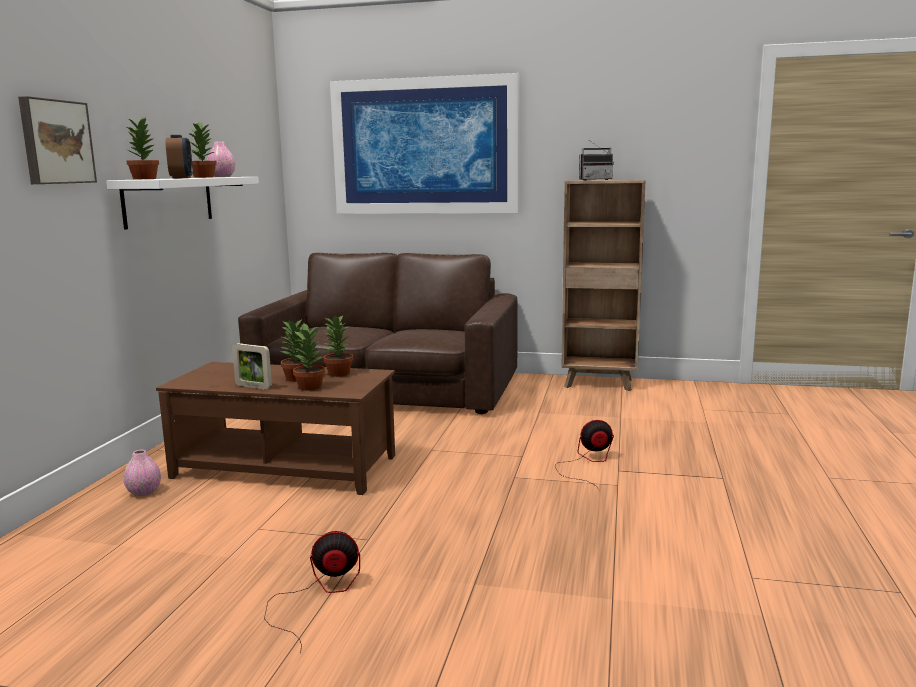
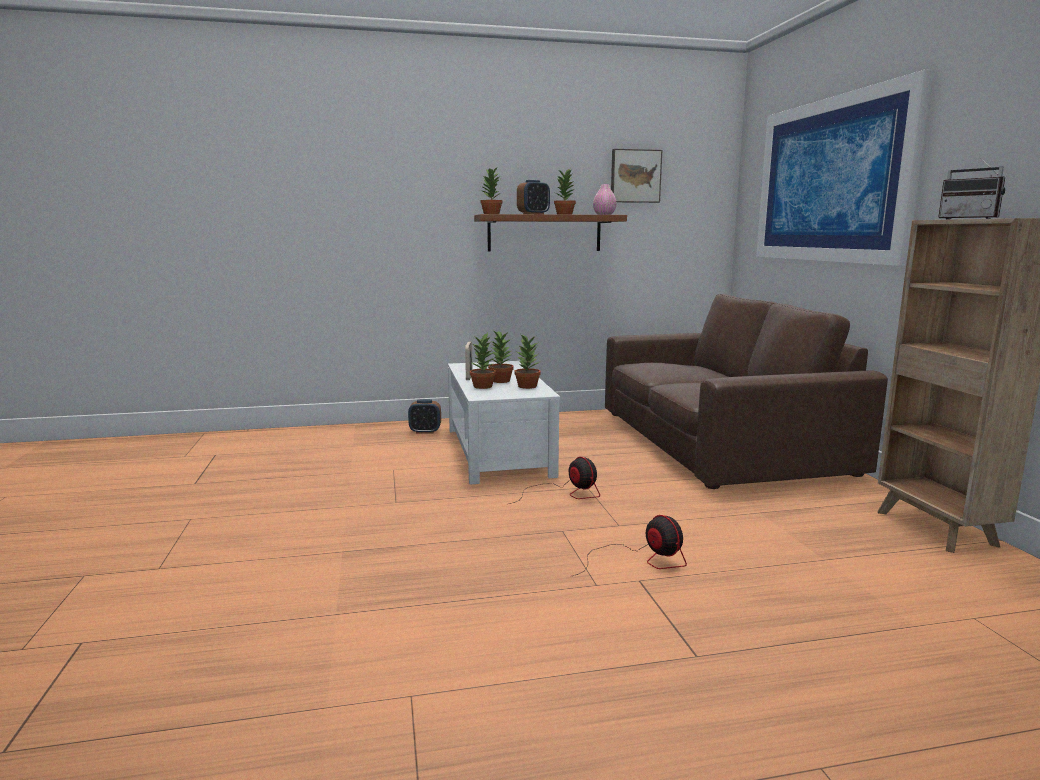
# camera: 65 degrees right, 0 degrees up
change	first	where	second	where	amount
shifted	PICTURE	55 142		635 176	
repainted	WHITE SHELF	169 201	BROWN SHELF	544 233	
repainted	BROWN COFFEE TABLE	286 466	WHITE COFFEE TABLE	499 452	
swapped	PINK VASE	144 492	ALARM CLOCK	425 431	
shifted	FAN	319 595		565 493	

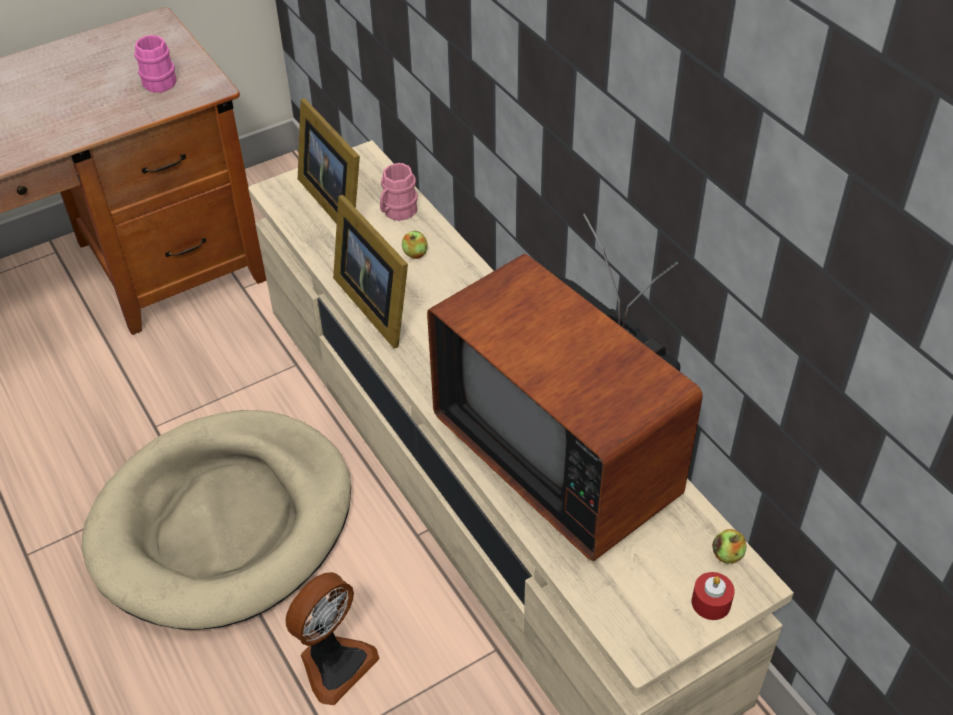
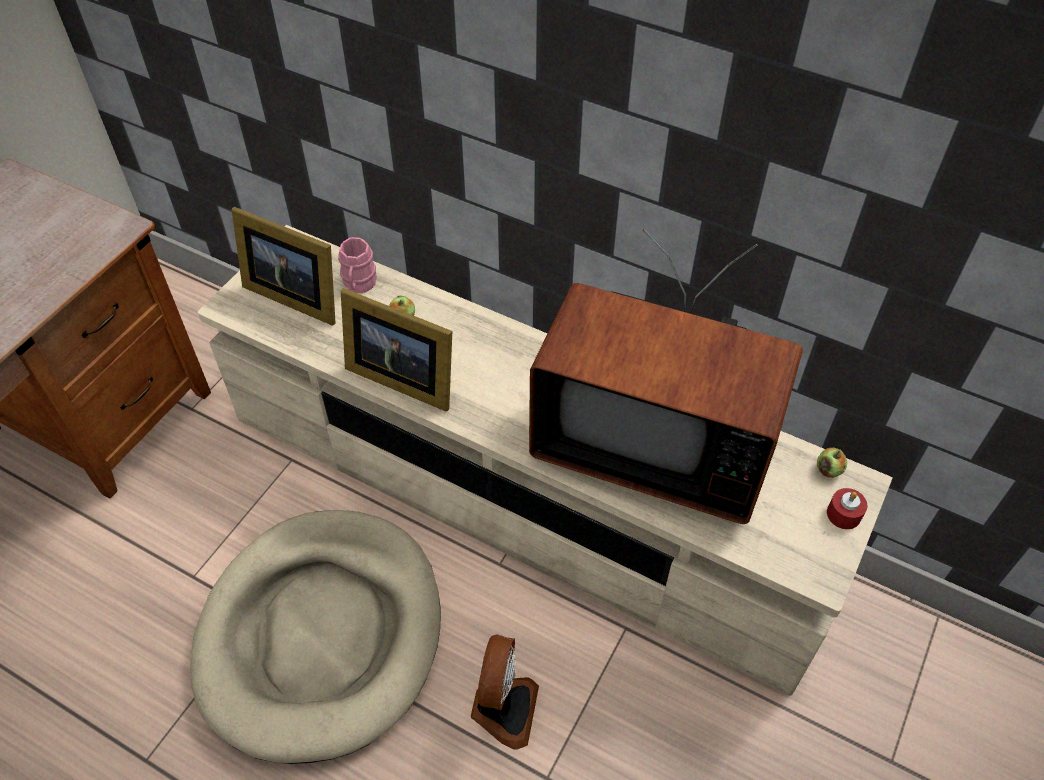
# camera: 30 degrees left, 5 degrees up
change	first	where	second	where	amount
gone	PINK MUG	161 79			

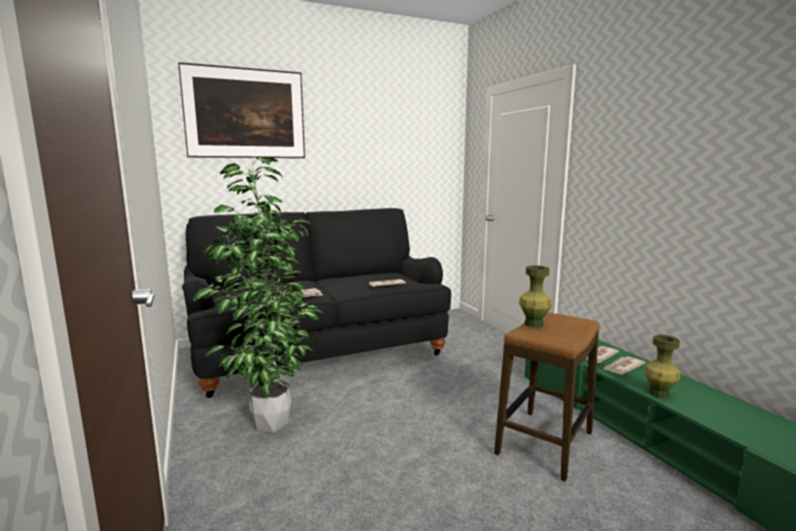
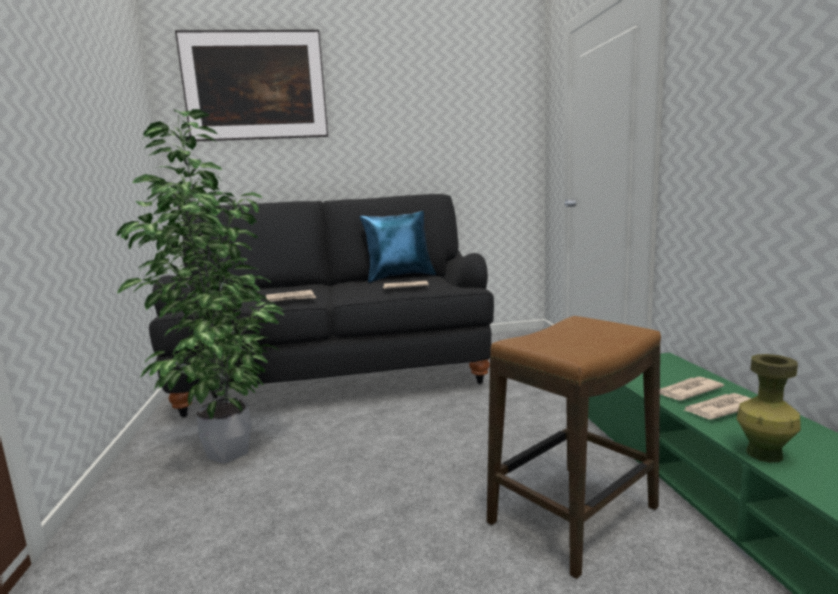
# camera: 15 degrees right, 0 degrees up
change	first	where	second	where	amount
gone	GREEN VASE	533 324			
new			BLUE PILLOW	399 277	

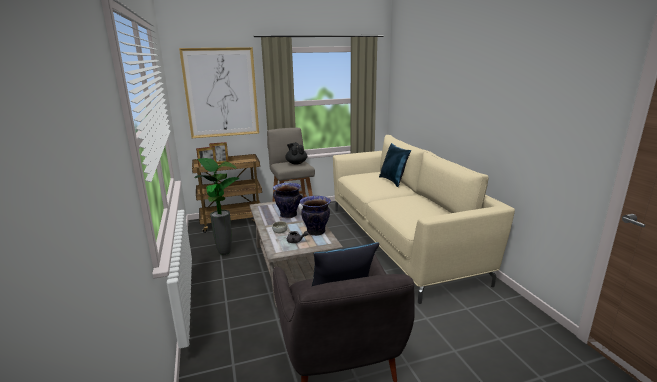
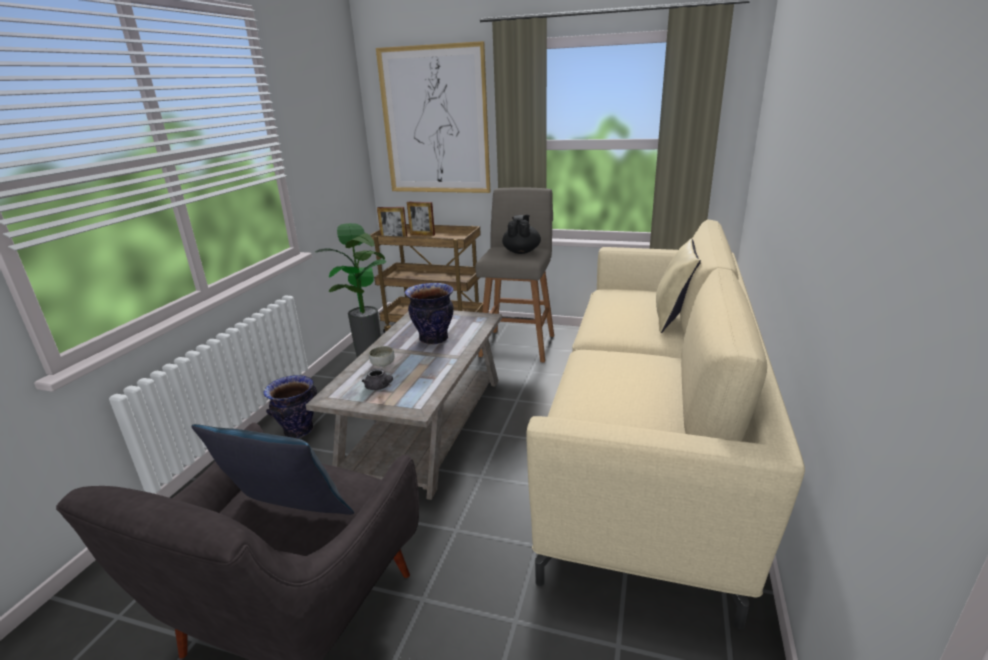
# camera: 35 degrees right, 5 degrees up
change	first	where	second	where	amount
repainted	BLUE PILLOW	393 181	BEIGE PILLOW	673 318	
shifted	VASE	315 232		298 430	

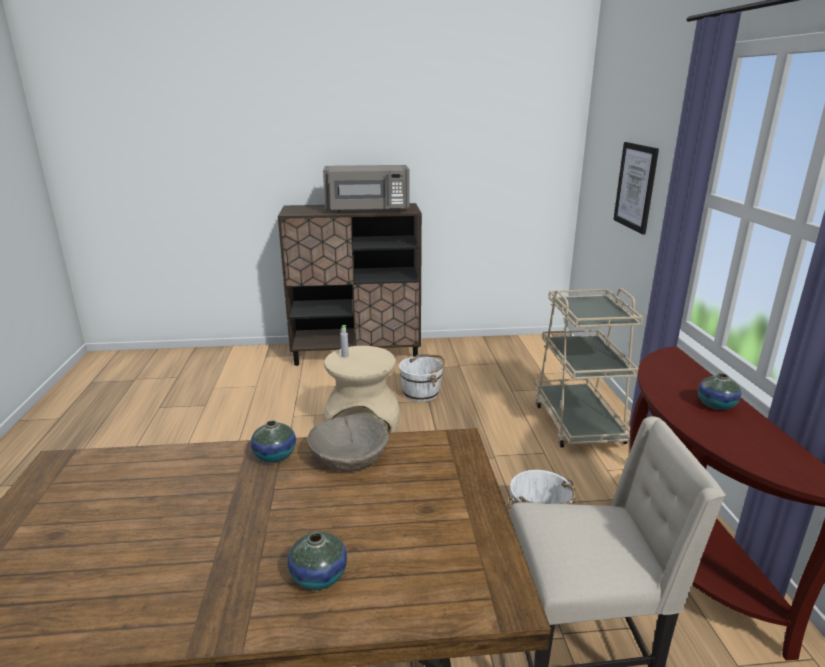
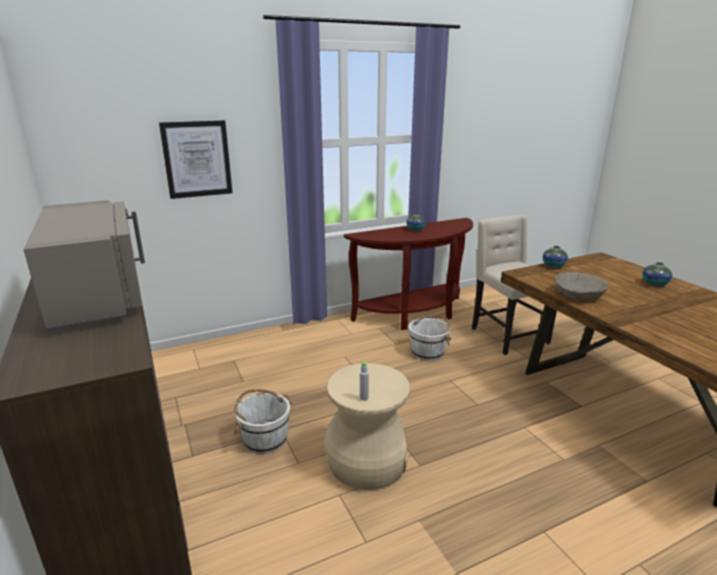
# camera: 110 degrees left, 0 degrees up
change	first	where	second	where	amount
gone	BEIGE CART	578 423			
shifted	VASE	275 456		553 266	

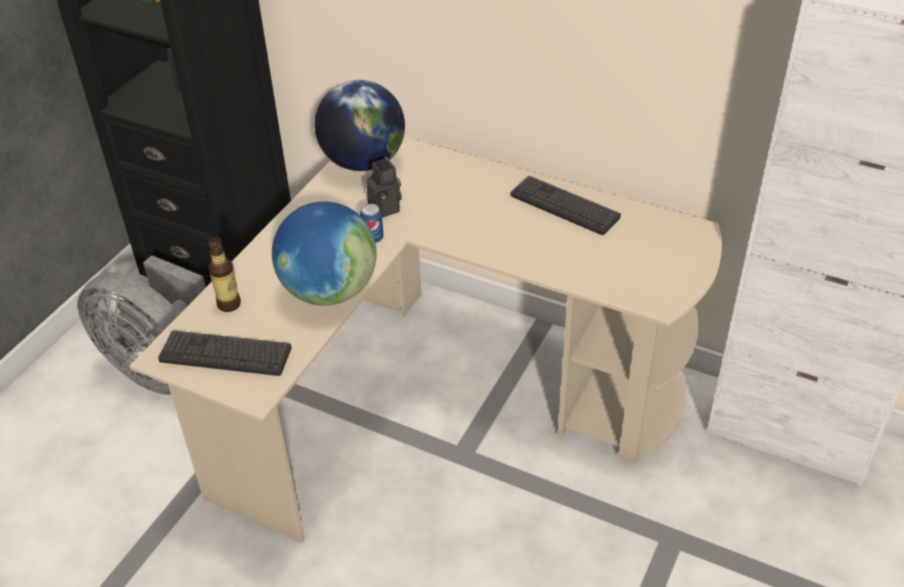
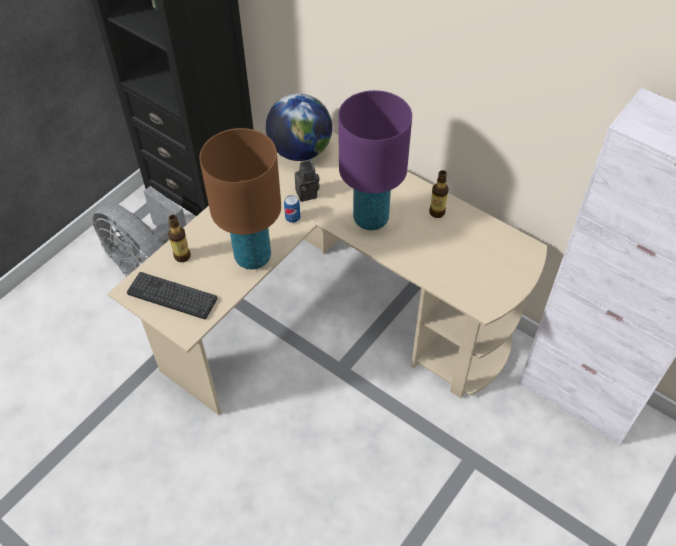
# camera: 10 degrees right, 10 degrees up
change	first	where	second	where	amount
swapped	KEYBOARD	564 206	BOTTLE	437 212	
swapped	GLOBE	329 291	BROWN TABLE LAMP	252 257	
new			PURPLE TABLE LAMP	371 219	

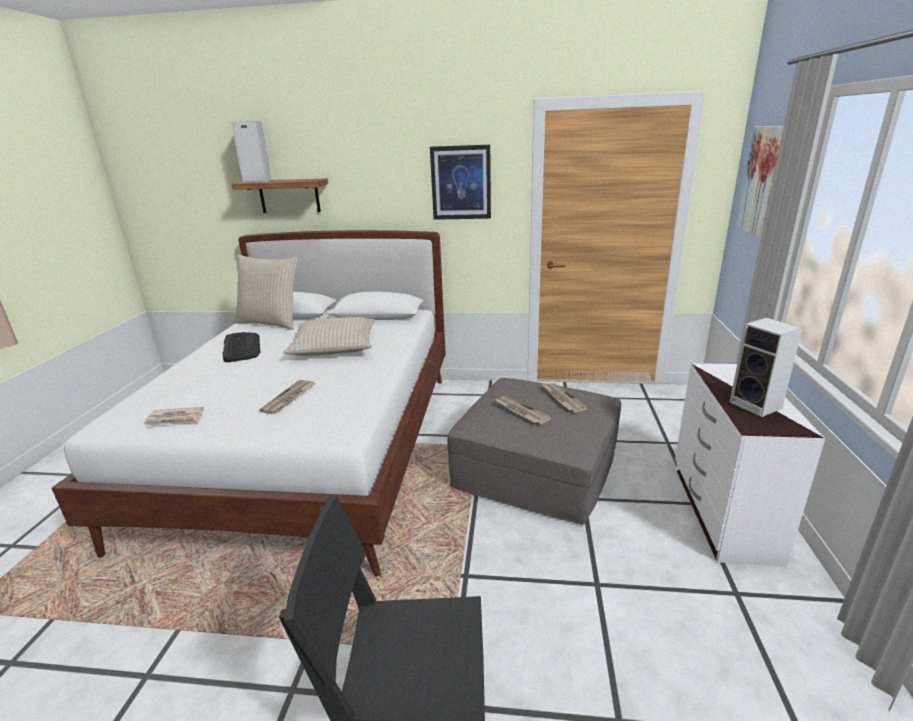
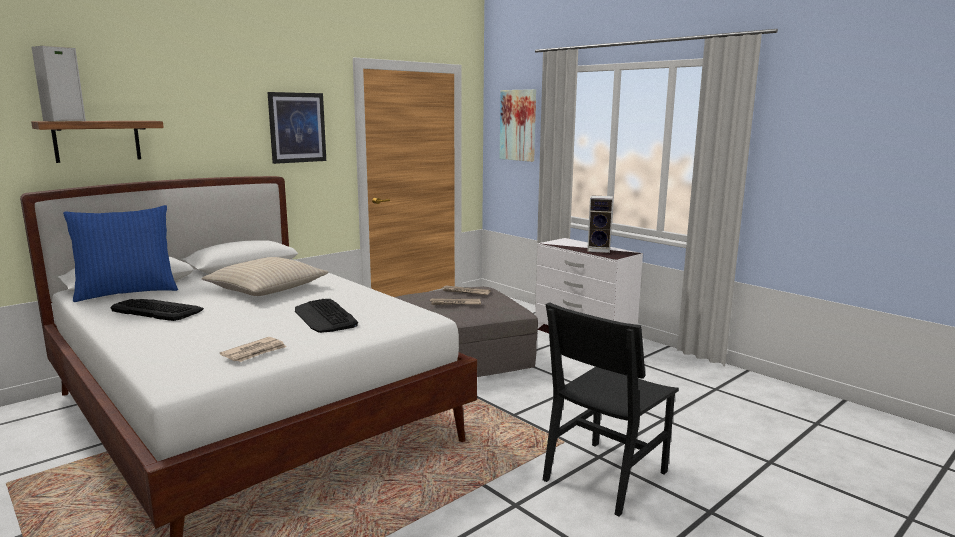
# camera: 50 degrees left, 10 degrees down
change	first	where	second	where	amount
repainted	BEIGE PILLOW	271 322	BLUE PILLOW	127 292	
swapped	NEWSPAPER	289 398	KEYBOARD	325 317	

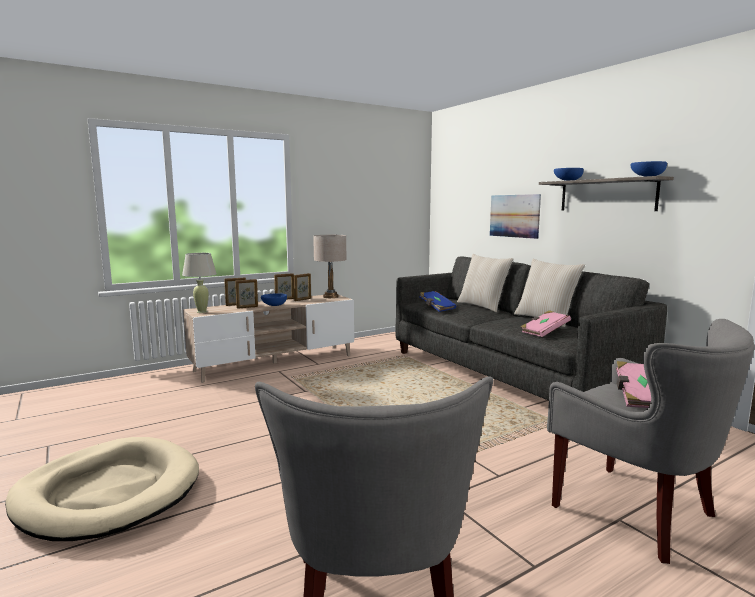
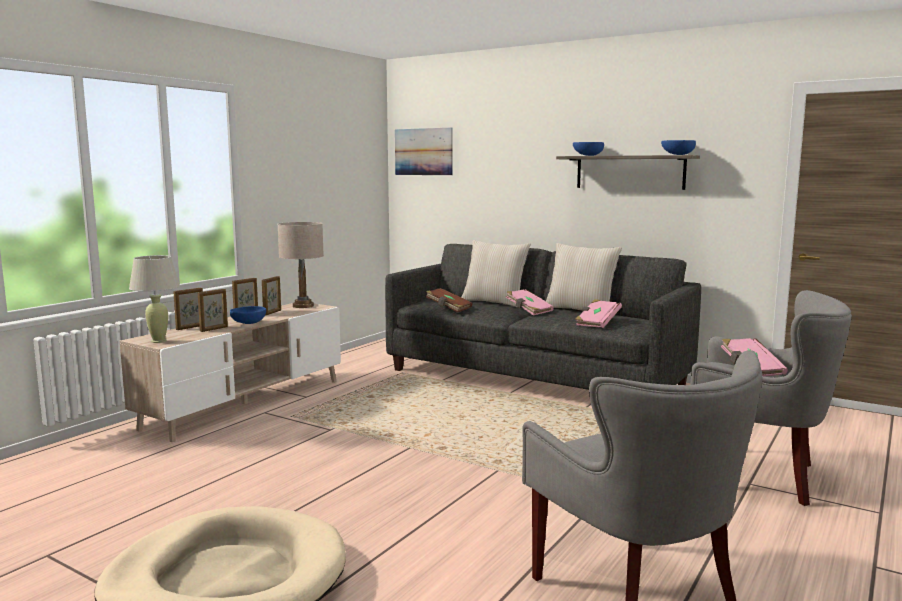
# camera: 25 degrees left, 0 degrees up
change	first	where	second	where	amount
shifted	PICTURE	514 216		423 151	
repainted	BLUE BOOK	436 308	BROWN BOOK	448 308	
new			PINK BOOK	528 311	

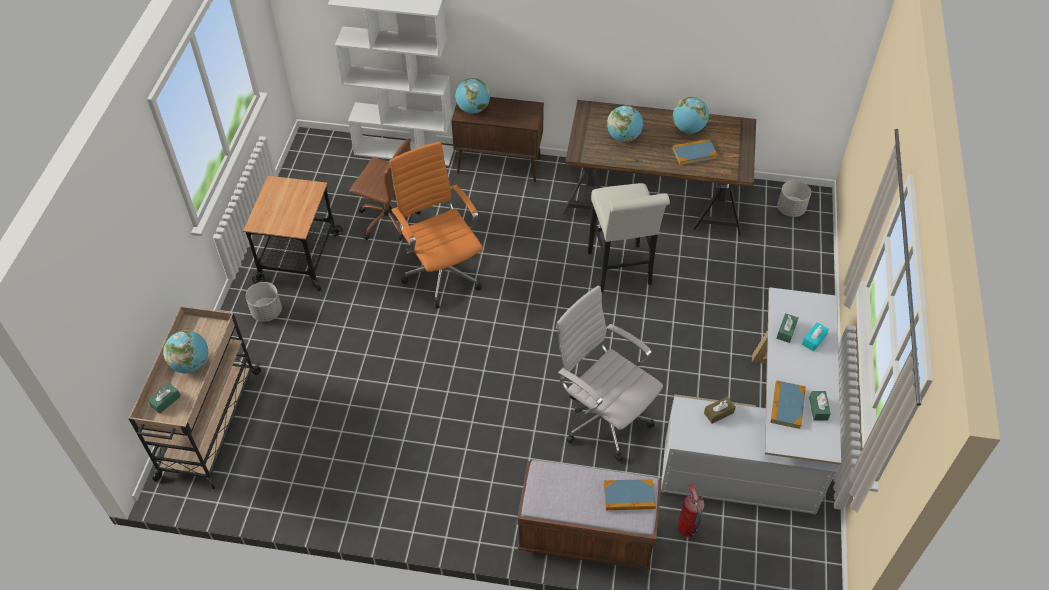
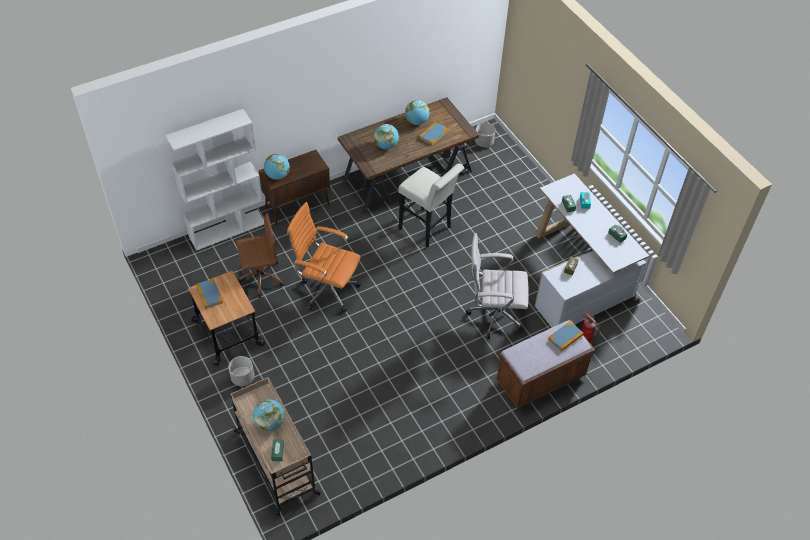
# camera: 40 degrees left, 0 degrees up
change	first	where	second	where	amount
shifted	BOOK	787 406		209 294	

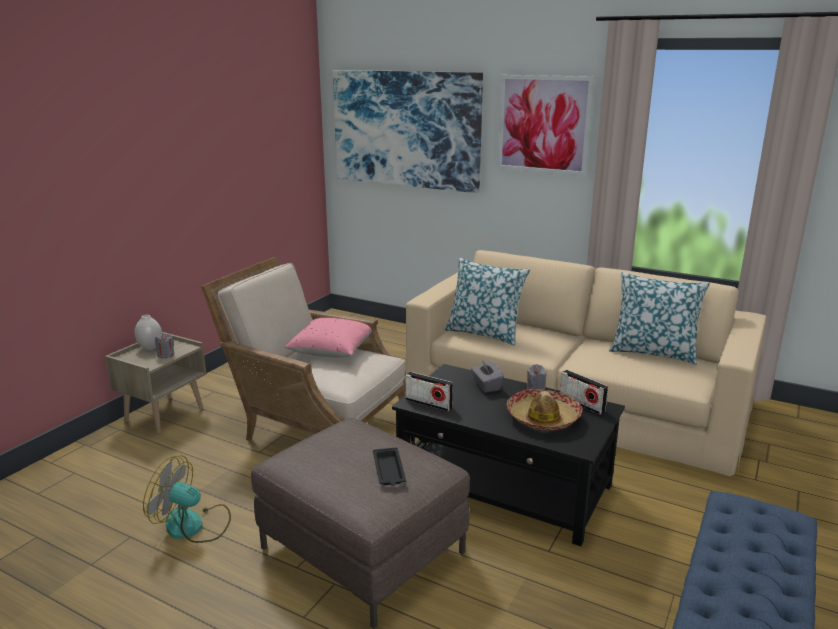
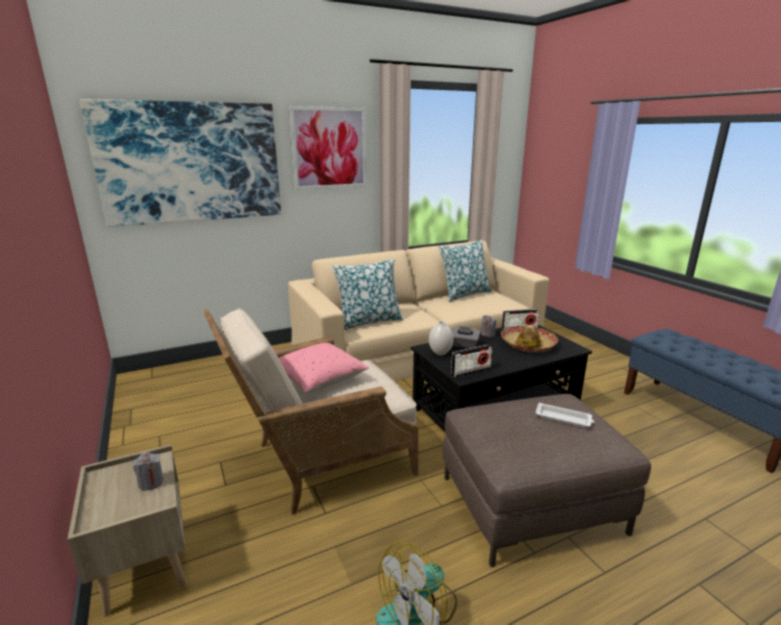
# camera: 55 degrees left, 0 degrees up
change	first	where	second	where	amount
shifted	WHITE VASE	151 348		440 353	
repainted	BLACK TRAY	389 470	WHITE TRAY	564 418	

